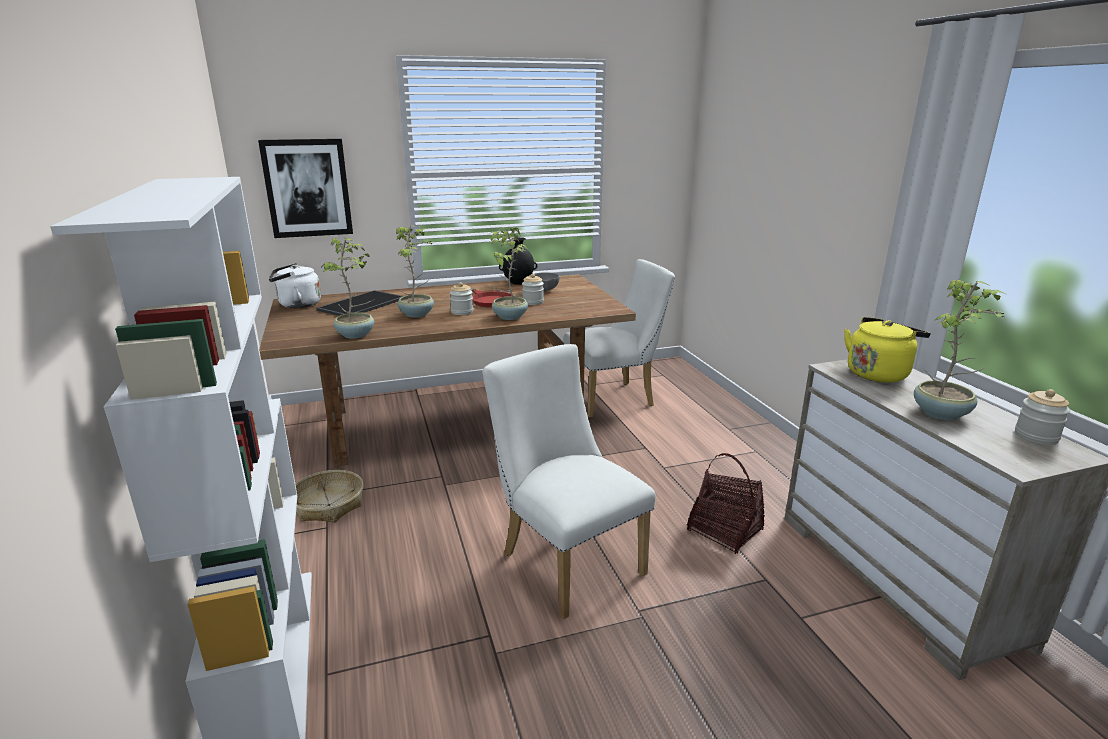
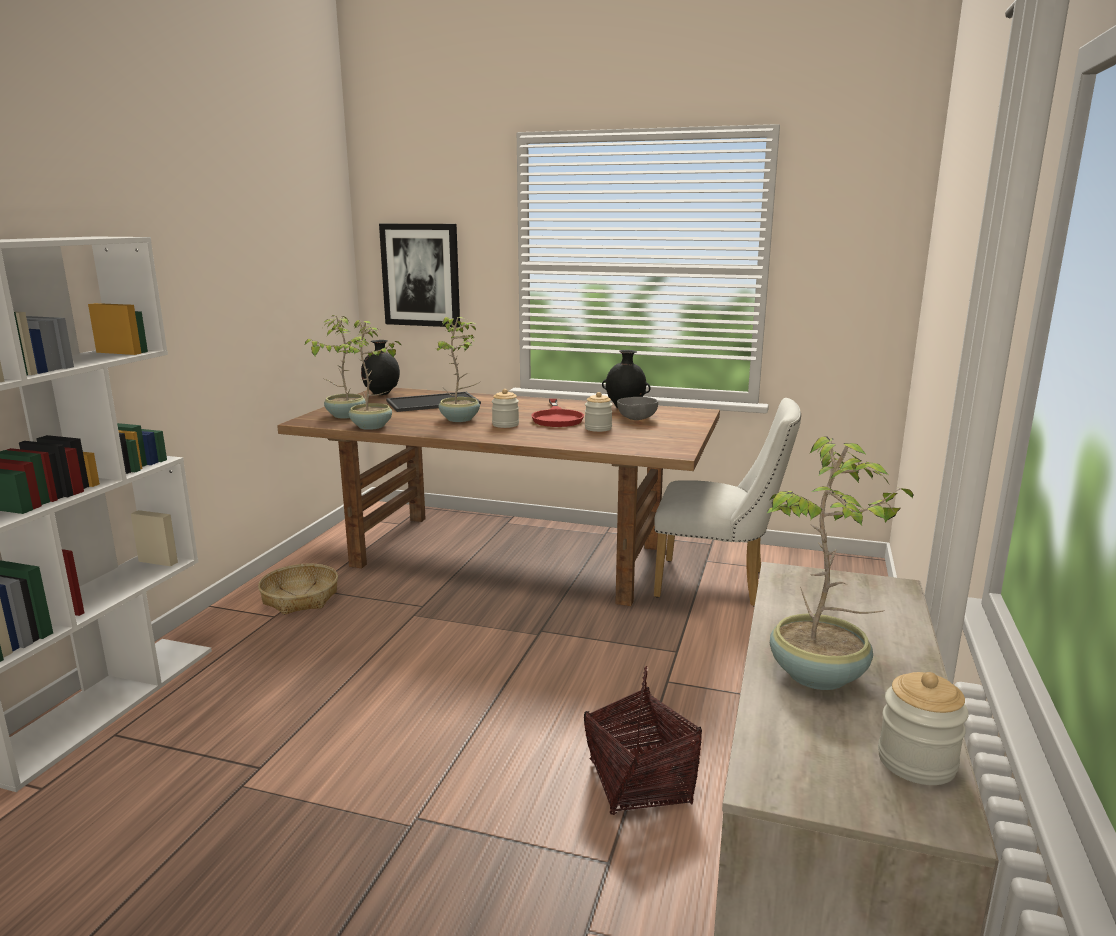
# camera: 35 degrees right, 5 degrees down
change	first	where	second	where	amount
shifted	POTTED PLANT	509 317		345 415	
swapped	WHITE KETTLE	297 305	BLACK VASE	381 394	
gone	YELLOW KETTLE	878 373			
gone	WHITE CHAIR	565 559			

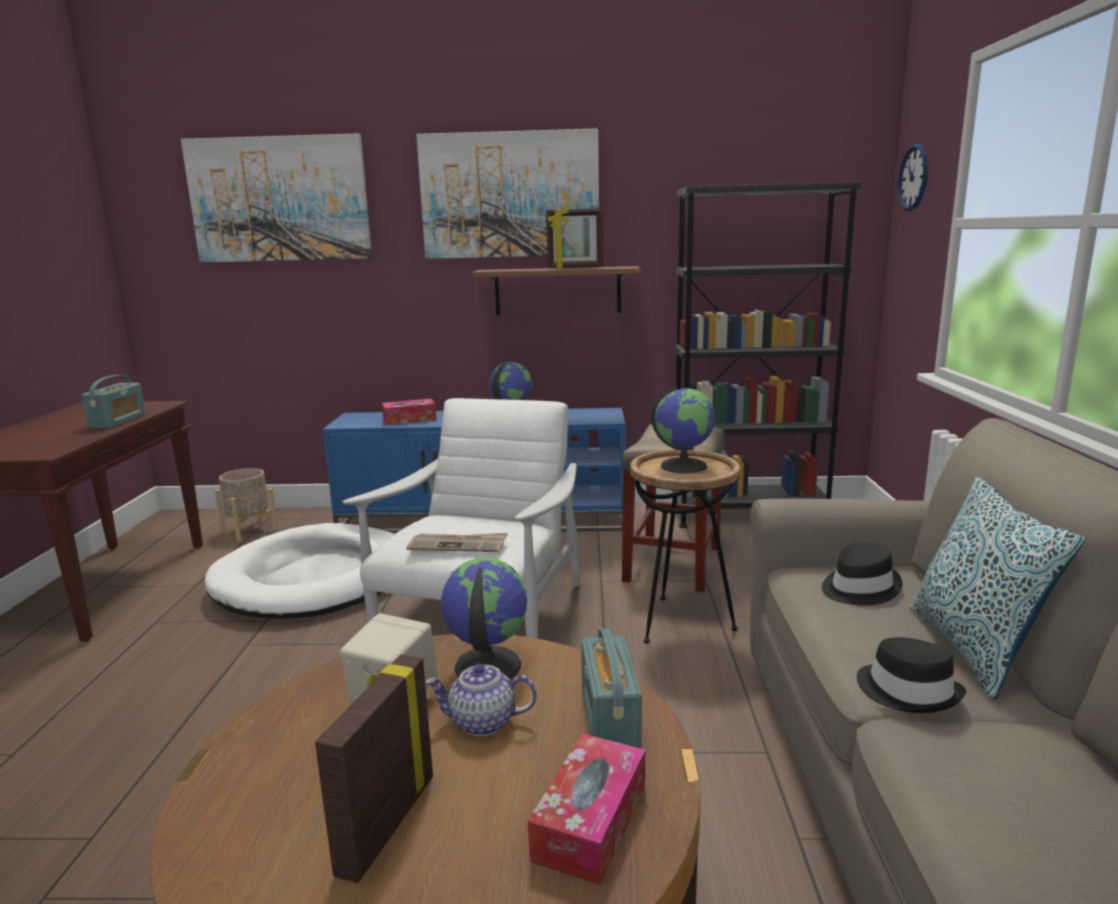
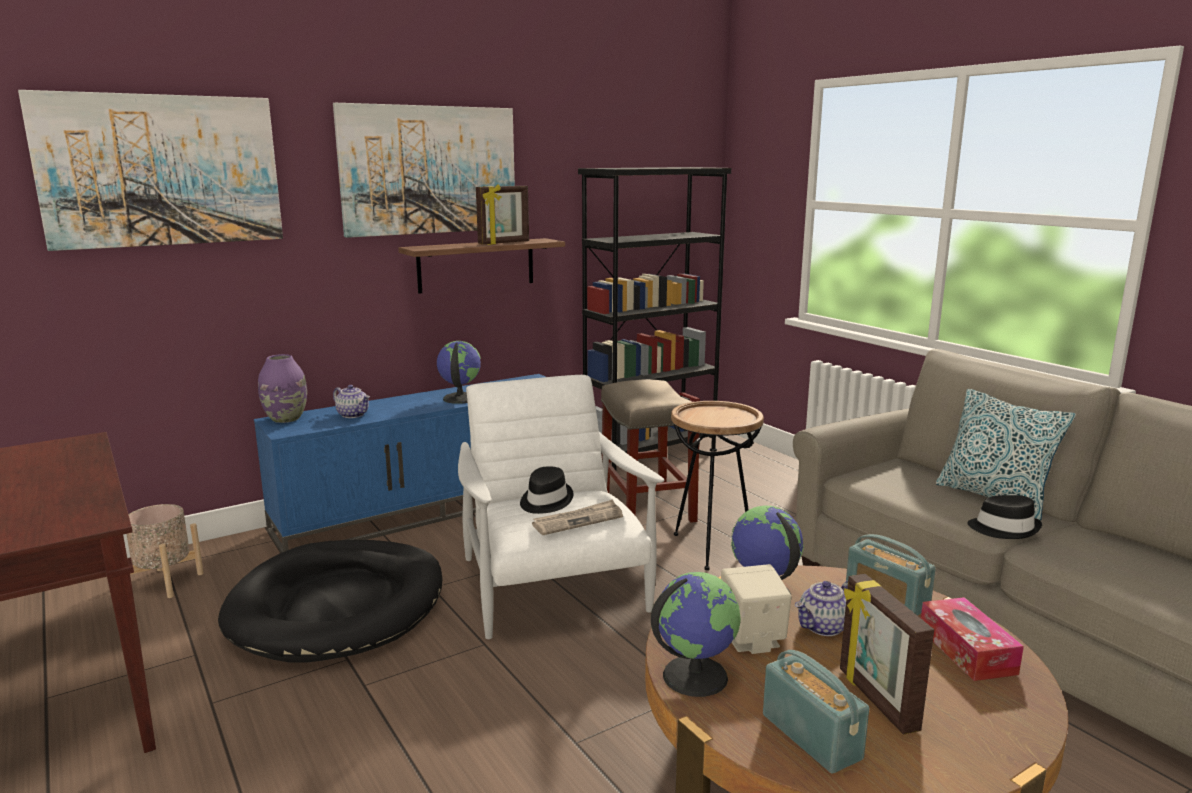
# camera: 35 degrees left, 0 degrees up
change	first	where	second	where	amount
gone	WALL CLOCK	914 177			
shifted	RADIO	118 421		811 736	
shifted	GLOBE	683 466		694 675	
swapped	TISSUE BOX	409 419	TEAPOT	353 415	
repainted	WHITE DOG BED	317 578	BLACK DOG BED	338 606	
shifted	BLACK HAT	858 588		545 501	
new			PURPLE VASE	286 419	

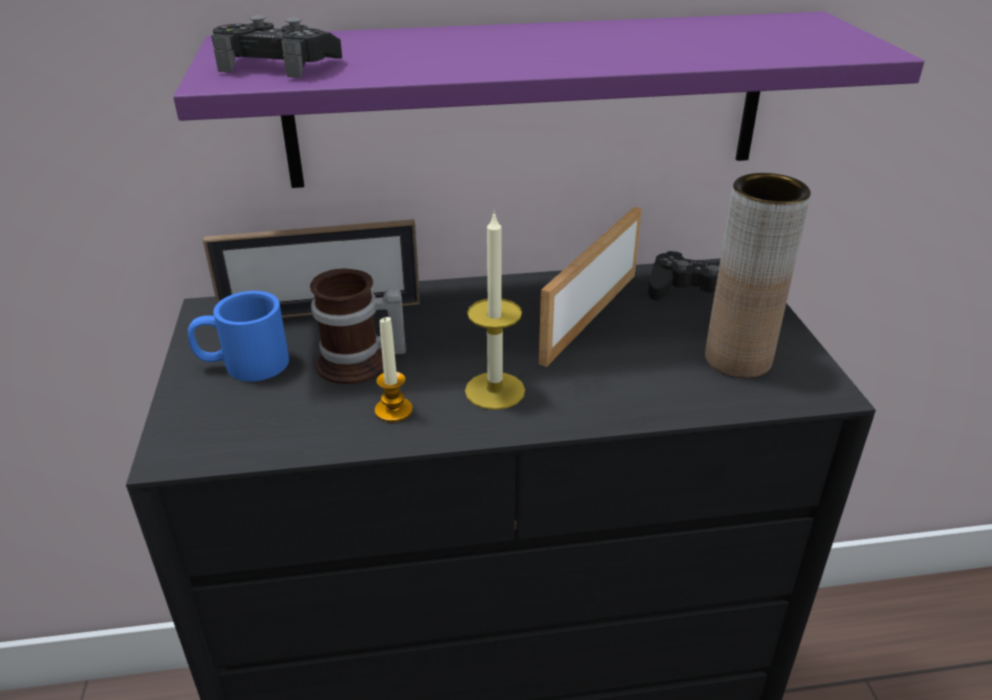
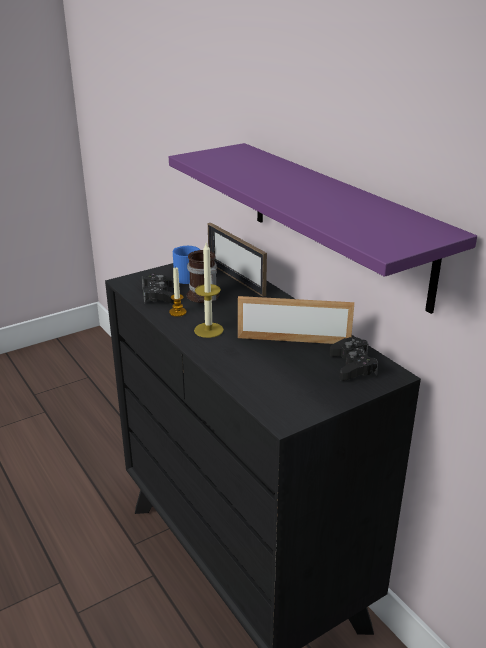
# camera: 65 degrees right, 5 degrees down
change	first	where	second	where	amount
shifted	BLACK GAME CONTROLLER	278 65		159 295	
gone	BROWN VASE	737 359			

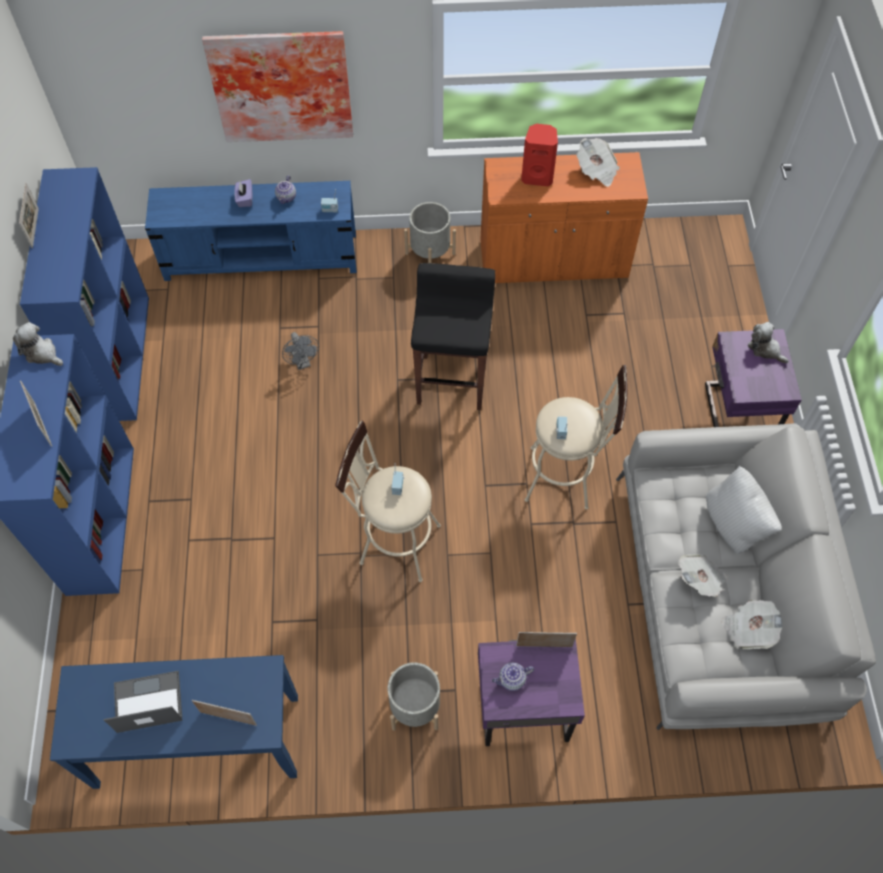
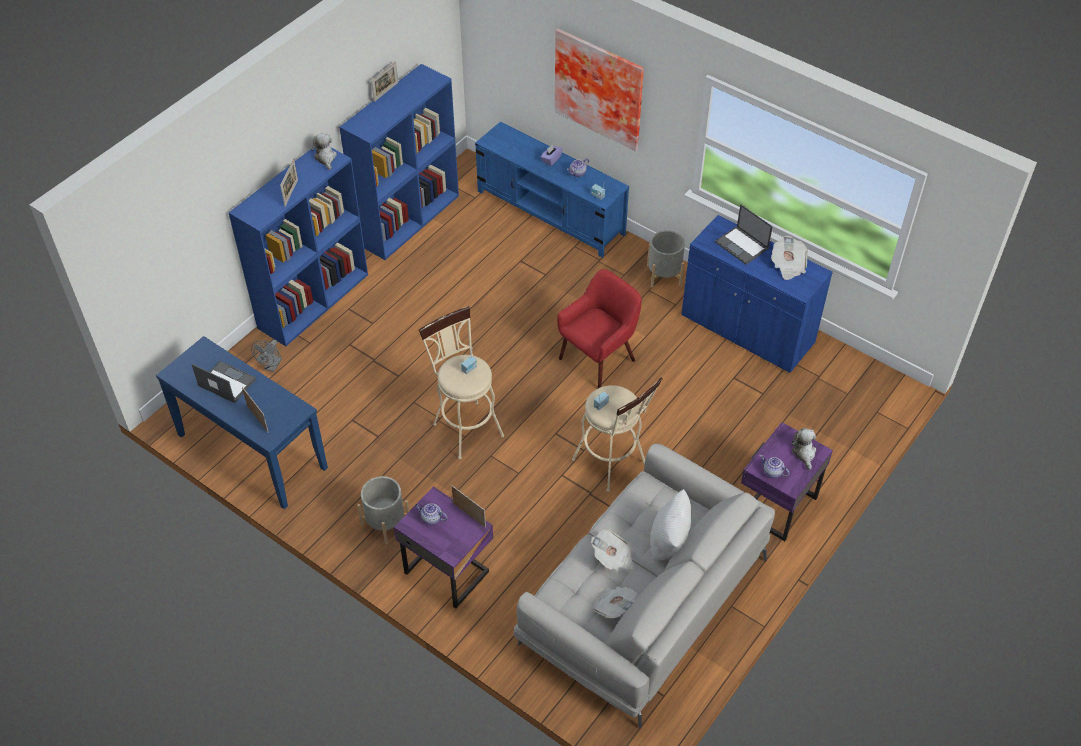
# camera: 40 degrees right, 10 degrees down
change	first	where	second	where	amount
swapped	RED SPEAKER	537 176	LAPTOP	742 245	
repainted	ORANGE CABINET	553 260	BLUE CABINET	747 330	
swapped	BLACK STOOL	452 381	RED ARMCHAIR	598 359	
shifted	GREY FAN	303 363		272 367	
new			TEAPOT	772 472	

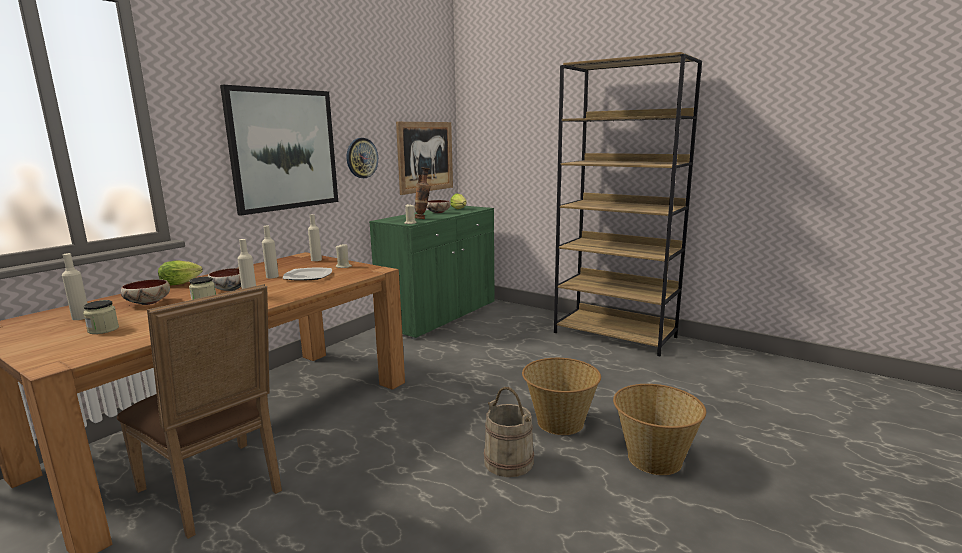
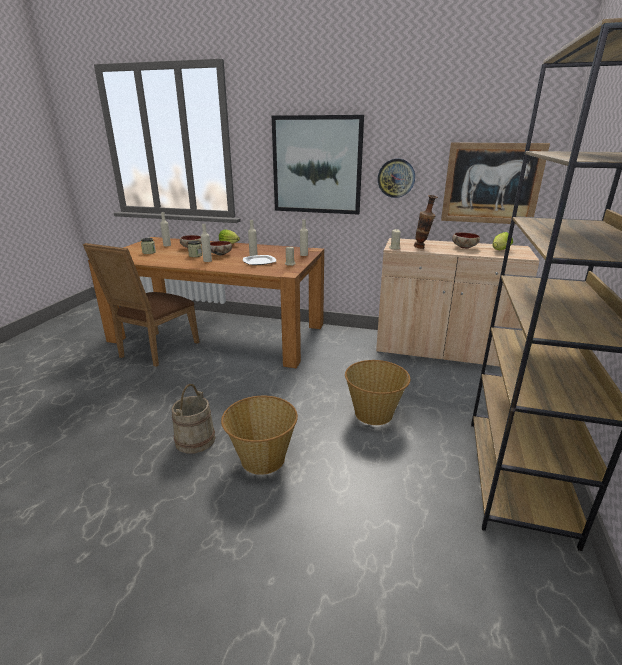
# camera: 70 degrees right, 10 degrees up
change	first	where	second	where	amount
repainted	GREEN CABINET	440 315	BEIGE CABINET	442 350	
shifted	BASKET	654 458		374 413	

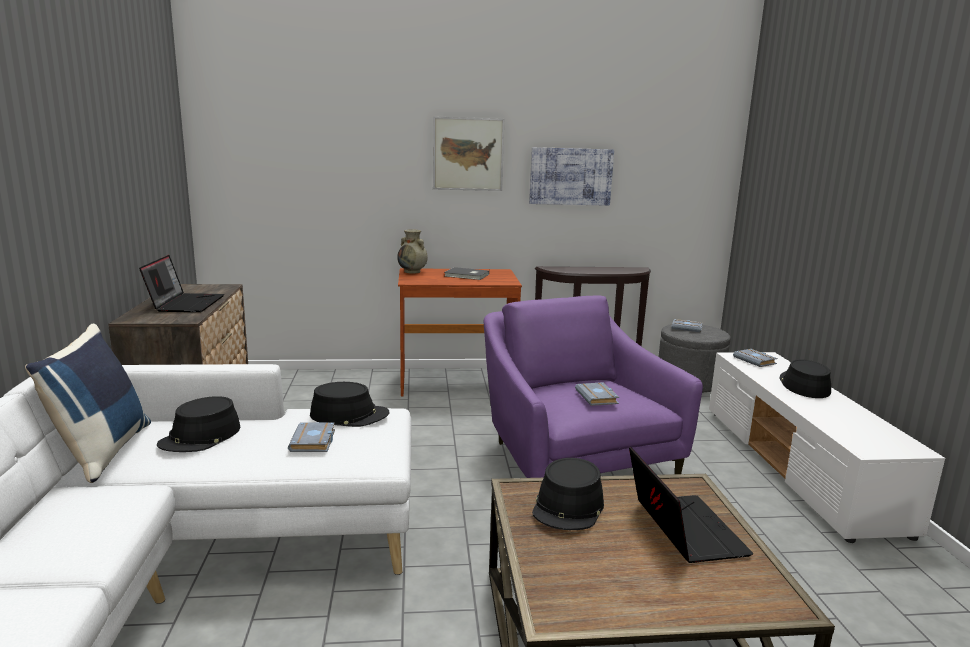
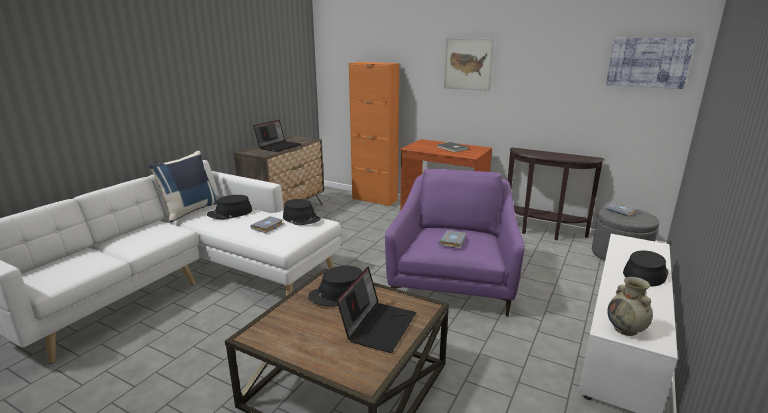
# camera: 35 degrees right, 5 degrees up
change	first	where	second	where	amount
shifted	PICTURE	570 176		648 62	
shifted	BEIGE VASE	412 271		626 329	
gone	GREY BOOK	756 361			
new			ORANGE CABINET	374 199	

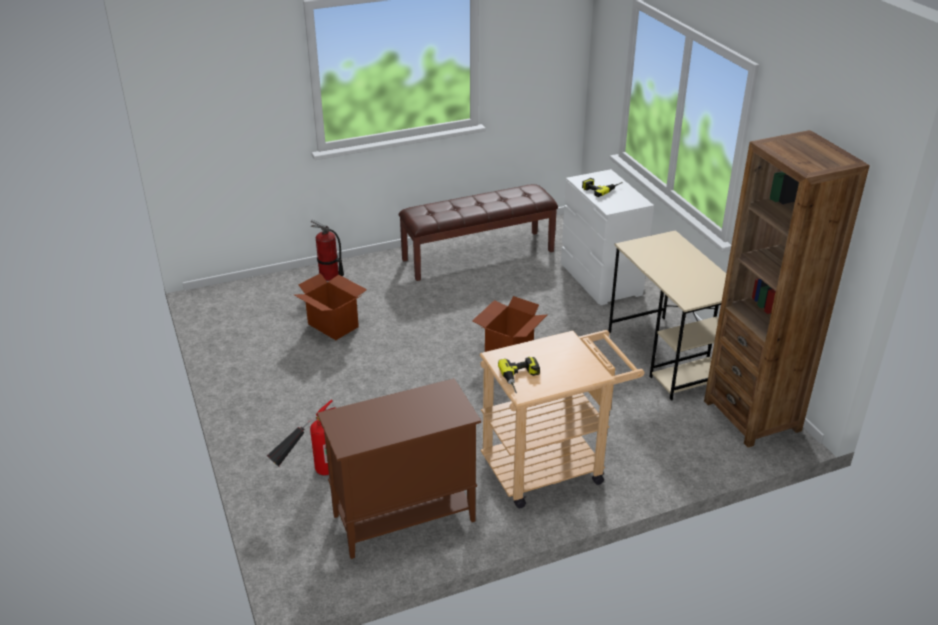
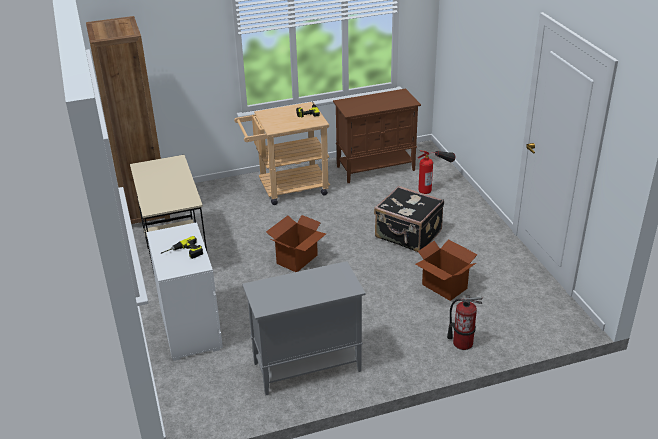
# camera: 175 degrees left, 0 degrees up
change	first	where	second	where	amount
swapped	BROWN BENCH	478 255	GREY CABINET	306 367	
new			BLACK SUITCASE	408 235	

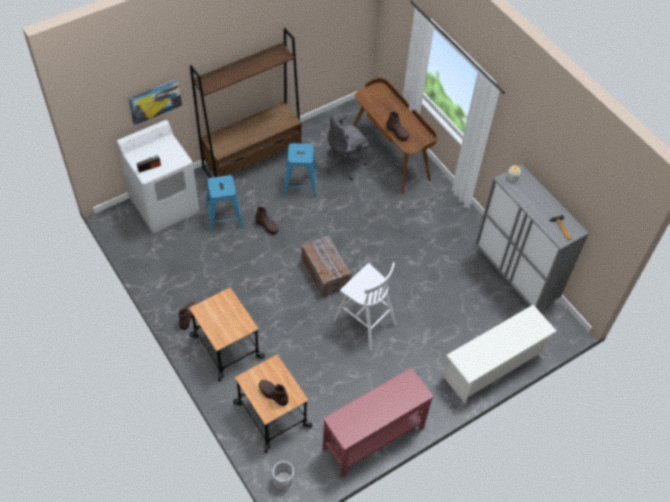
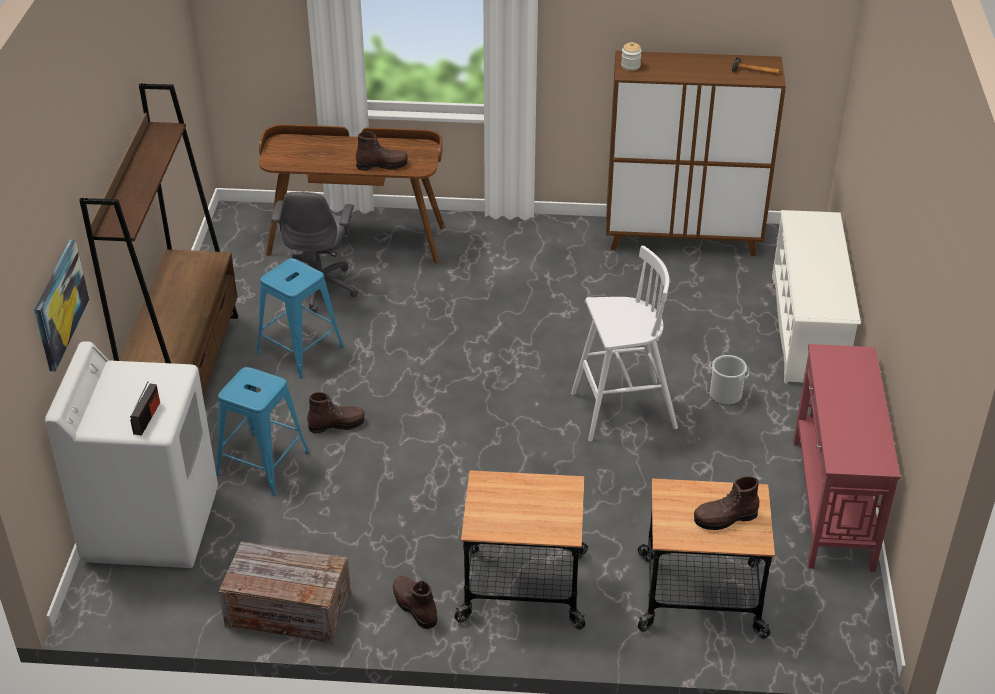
# camera: 50 degrees left, 15 degrees down
change	first	where	second	where	amount
repainted	GREY CABINET	515 277	BROWN CABINET	683 238	
shifted	CRATE	325 273		288 610	
shifted	BUCKET	283 480		725 395	

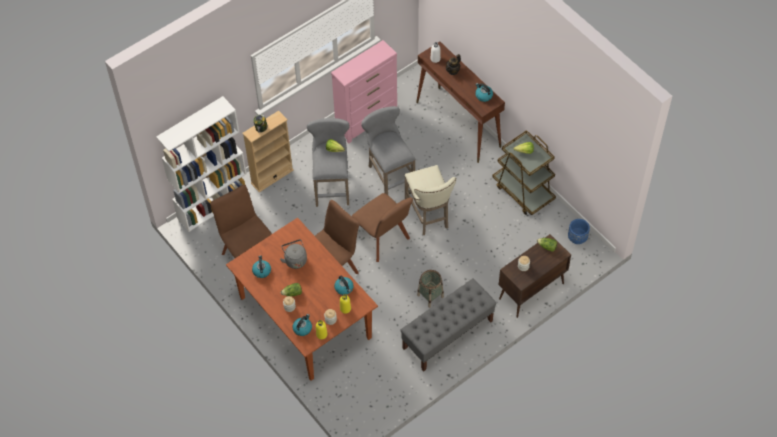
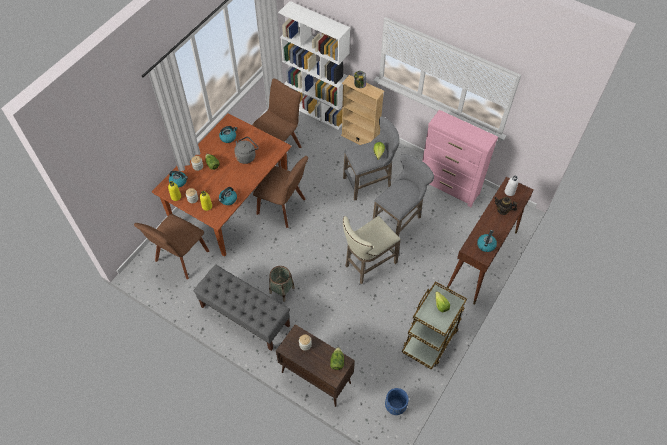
# camera: 70 degrees right, 0 degrees up
change	first	where	second	where	amount
shifted	BROWN CHAIR	383 239		180 258	

